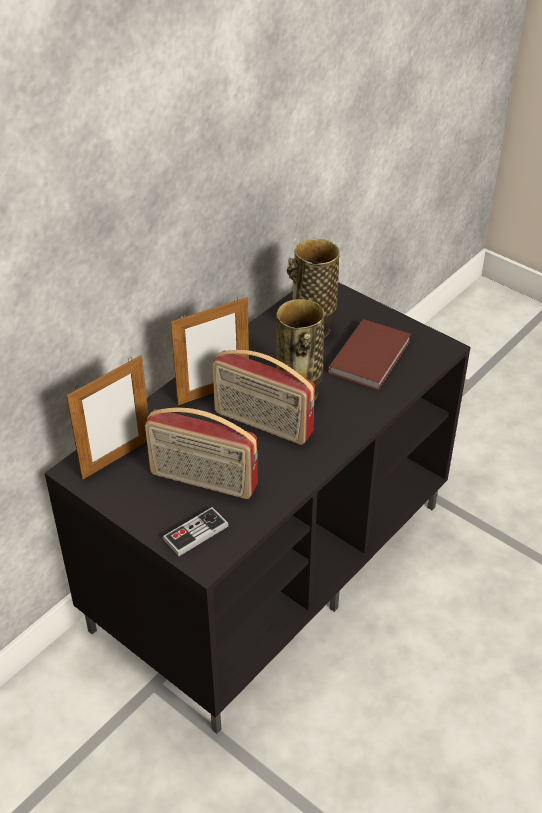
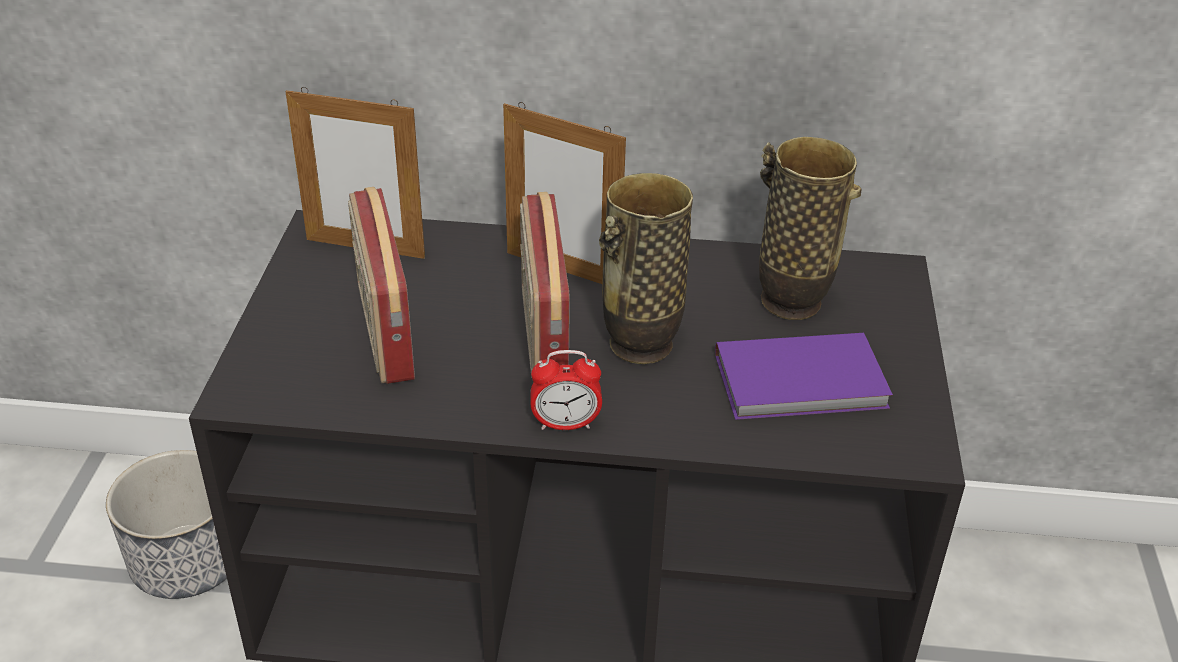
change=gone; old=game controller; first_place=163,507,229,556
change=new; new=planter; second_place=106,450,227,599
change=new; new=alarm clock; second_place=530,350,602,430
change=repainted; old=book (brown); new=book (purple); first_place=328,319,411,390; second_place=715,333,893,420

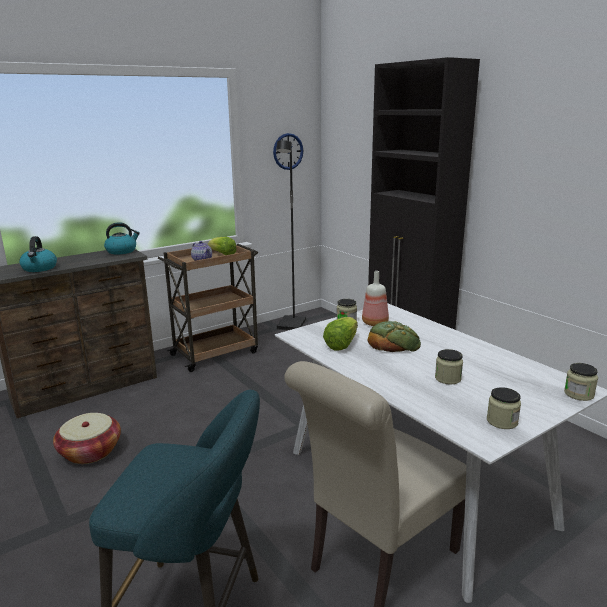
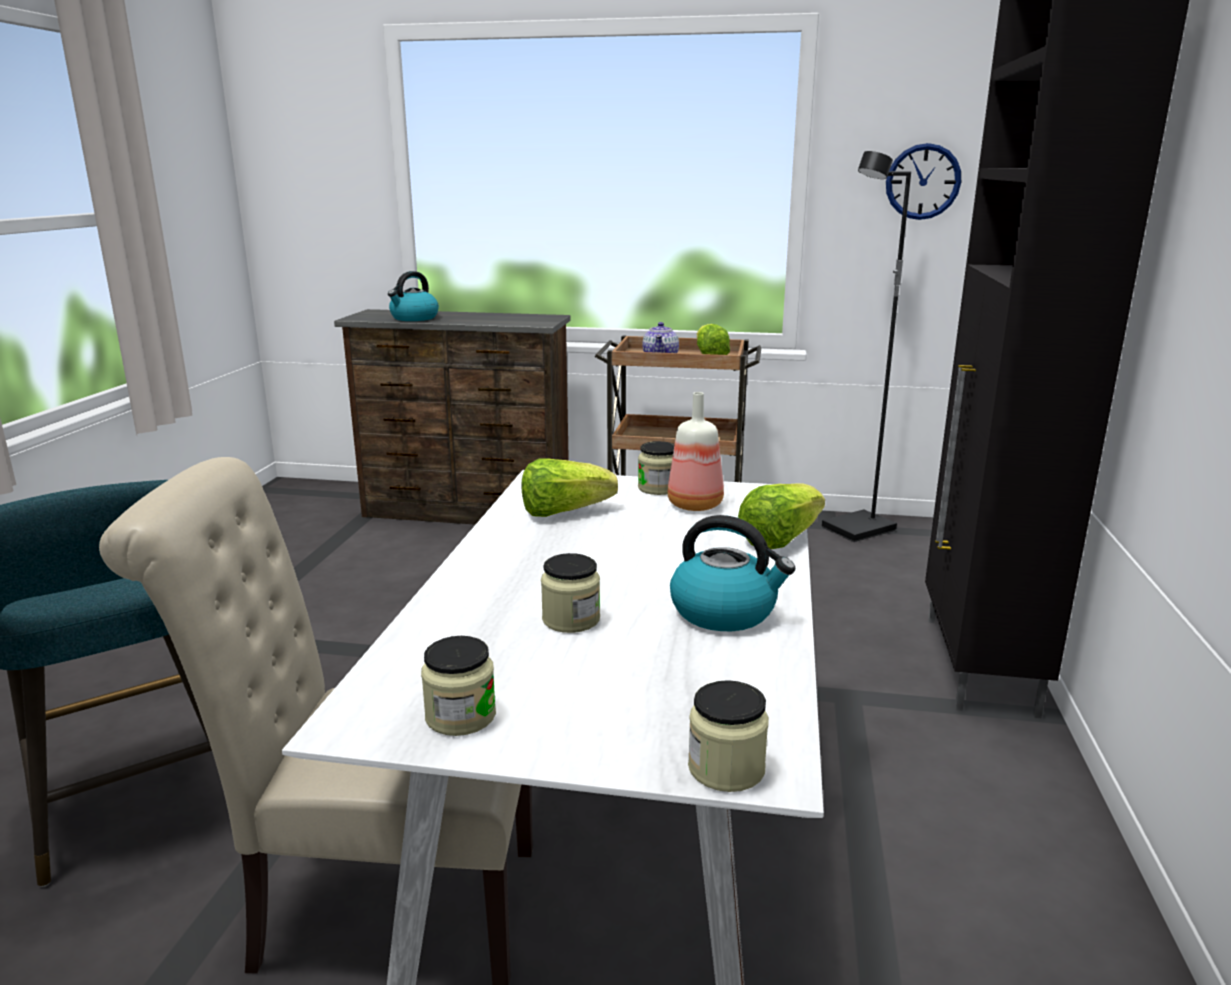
change=gone; old=basket; first_place=53,413,121,464
change=gone; old=bread; first_place=368,321,421,352
change=new; new=lettuce; second_place=738,484,825,549
change=shifted; old=kettle; first_place=104,222,140,254; second_place=670,515,795,631

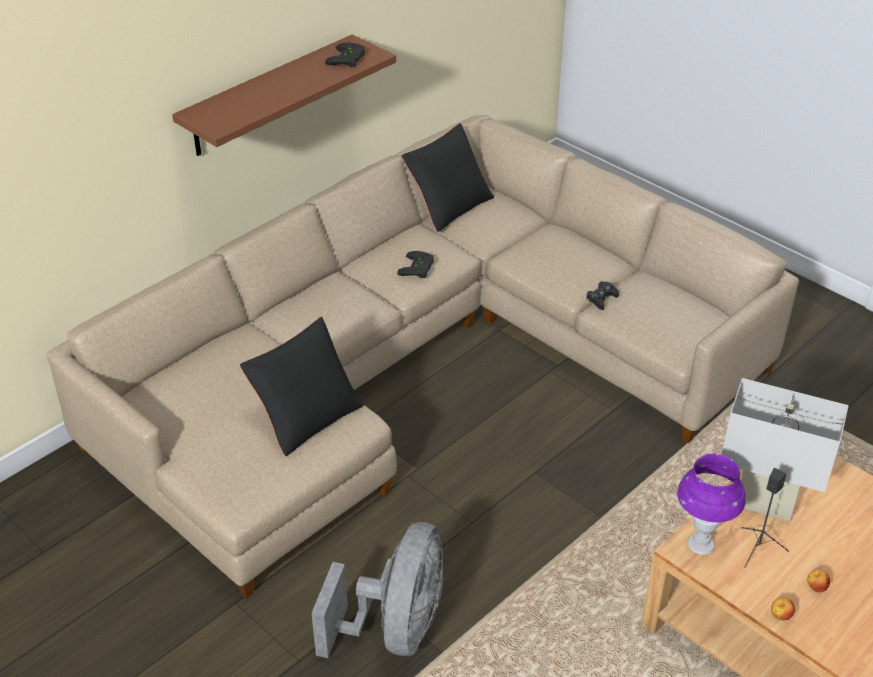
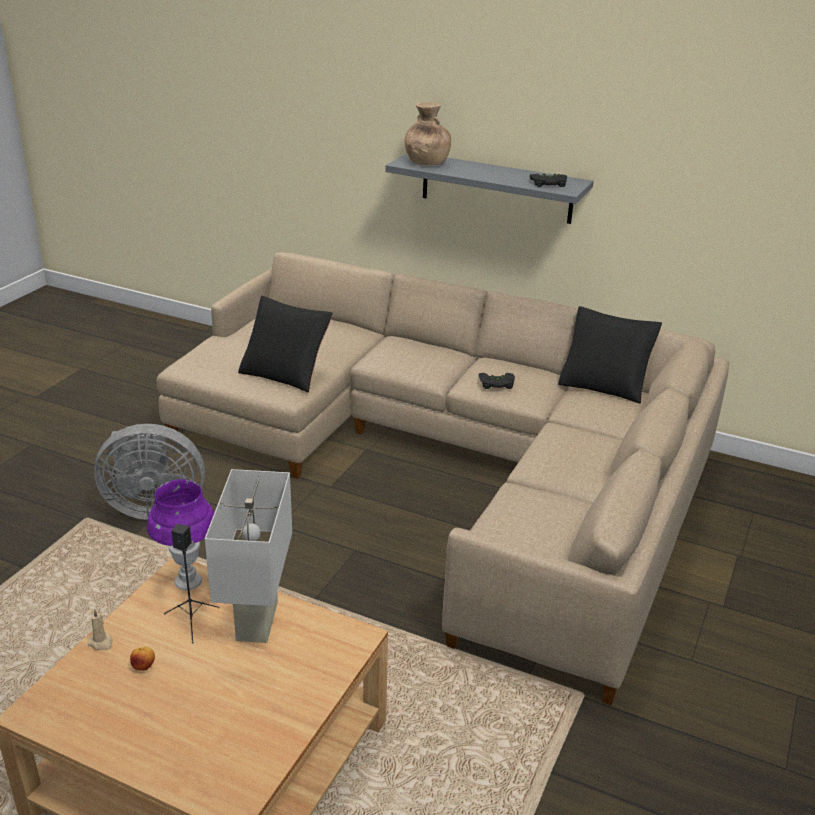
change=gone; old=game controller (black); first_place=586,281,619,310
change=new; new=vase (brown); second_place=405,102,451,165
change=swapped; old=apple; new=candle (beige); first_place=771,597,795,620; second_place=87,609,113,650
change=repainted; old=shelf (brown); new=shelf (grey); first_place=172,35,396,156; second_place=385,153,594,224

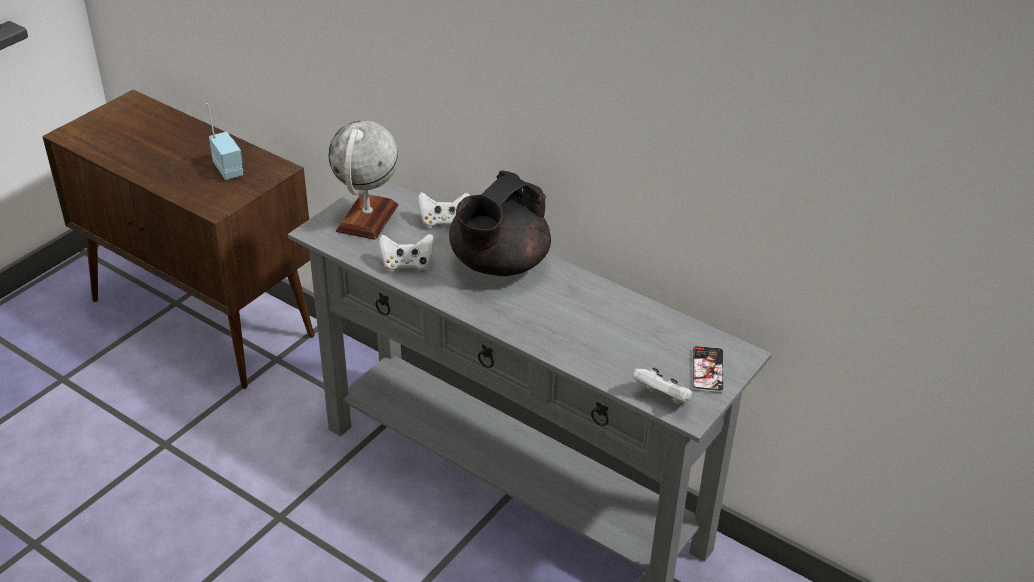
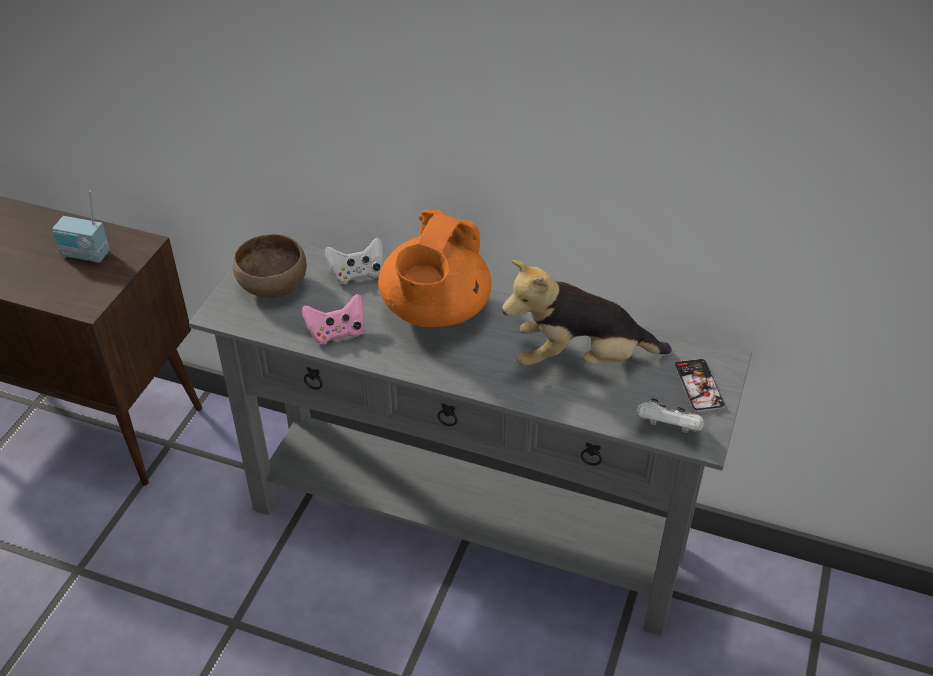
change=new; new=plush toy; second_place=502,260,672,366
change=swapped; old=globe; new=bowl (brown); first_place=328,120,398,240; second_place=233,234,307,298
change=repainted; old=game controller (white); new=game controller (pink); first_place=379,234,434,272; second_place=302,294,365,344
change=repainted; old=teapot (black); new=teapot (orange); first_place=449,171,551,276; second_place=378,210,491,327
change=rotated; old=radio; first_place=207,103,243,180; second_place=52,190,110,263; degrees=150

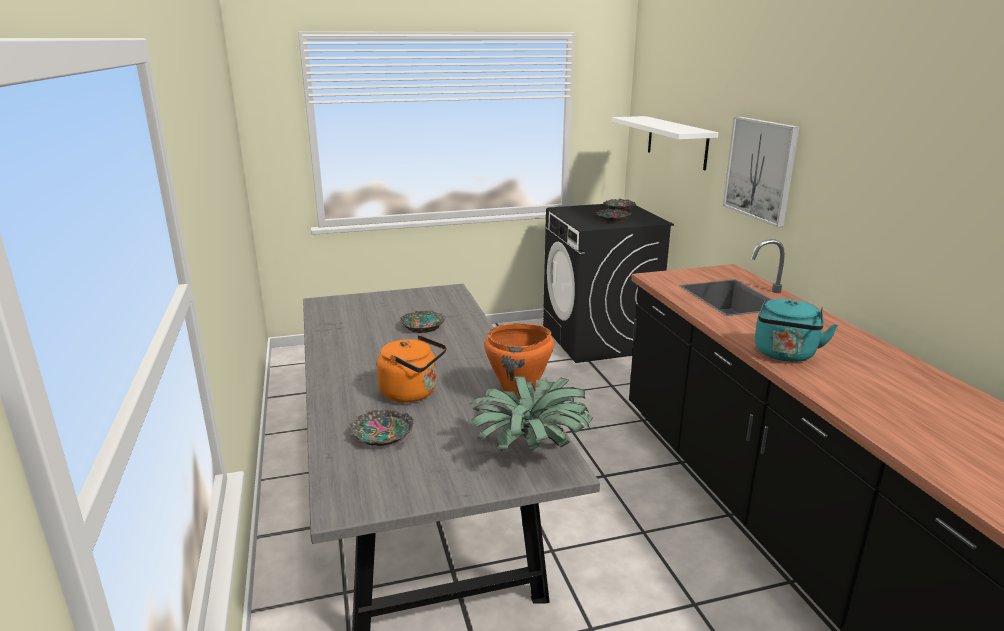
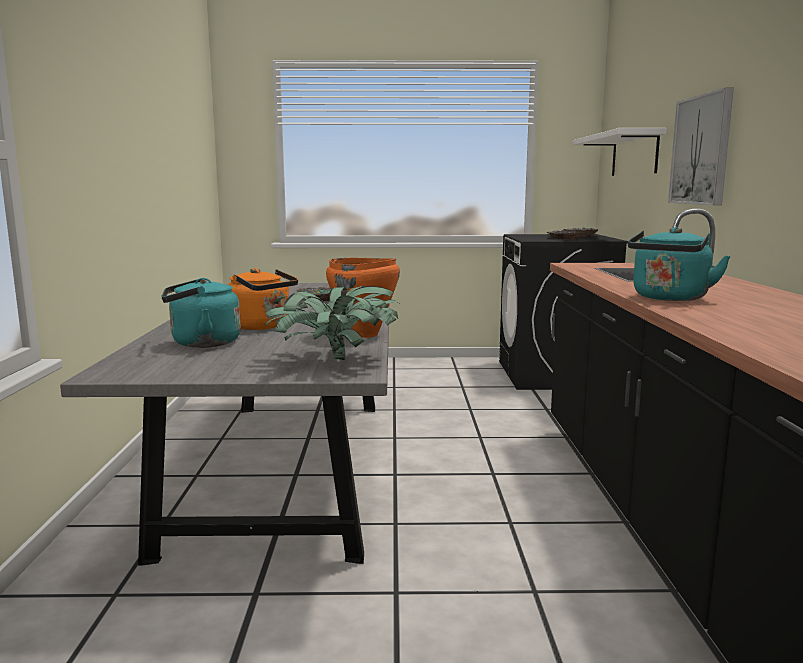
change=swapped; old=bowl; new=kettle (turquoise); first_place=351,409,414,446; second_place=161,278,241,348

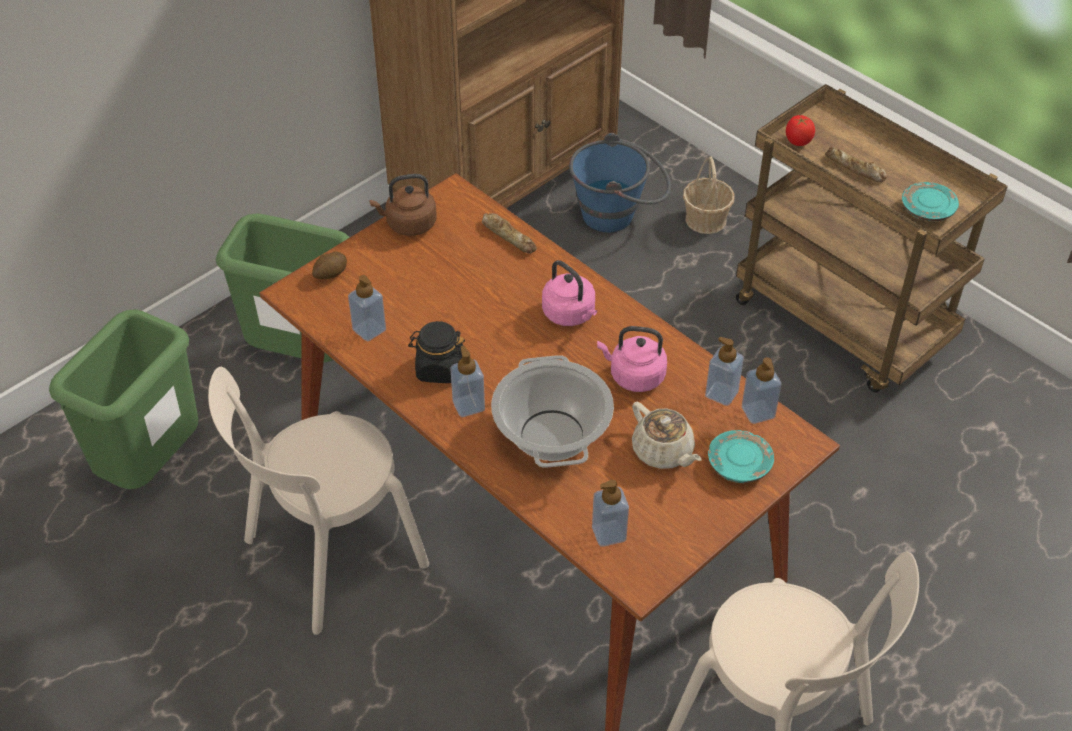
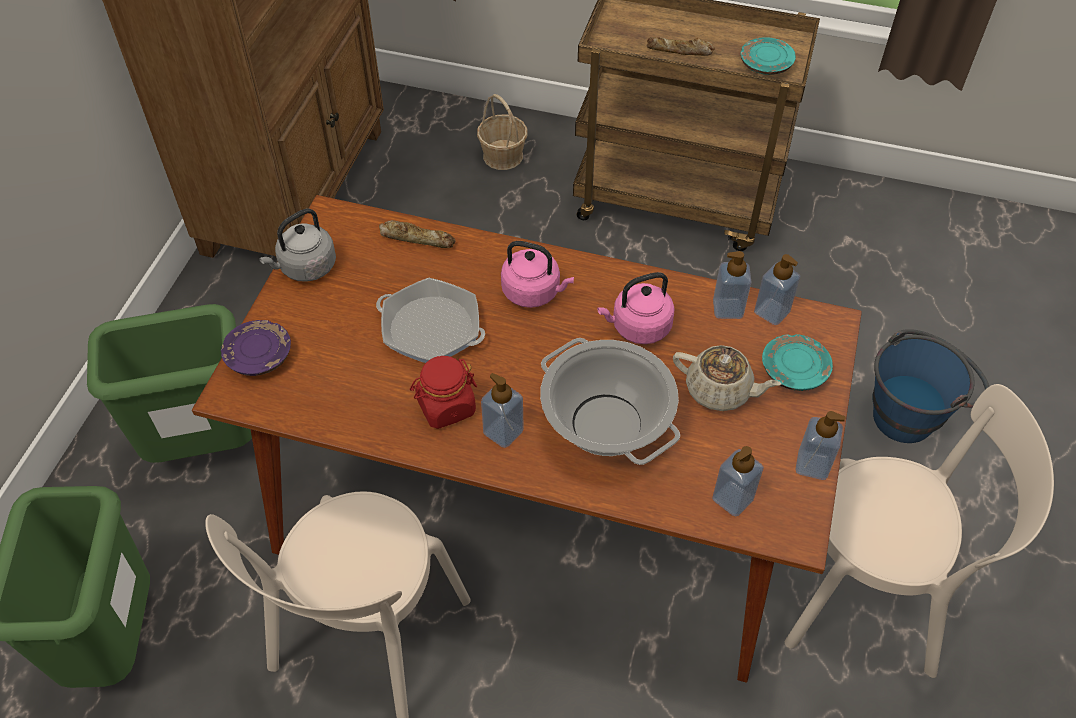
change=gone; old=tomato; first_place=786,115,815,146
change=new; new=frying pan; second_place=376,278,485,363
change=shifted; old=soap dispenser; first_place=348,275,386,341; second_place=795,411,846,480
change=shifted; old=bucket (blue); first_place=569,133,671,233; second_place=873,329,990,443
change=swapped; old=potato; new=plate (purple); first_place=312,251,347,279; second_place=221,320,291,376
change=repainted; old=kettle (brown); new=kettle (grey); first_place=369,174,437,236; second_place=259,209,336,282
change=repainted; old=jar (black); new=jar (red); first_place=408,321,465,383; second_place=410,356,477,429

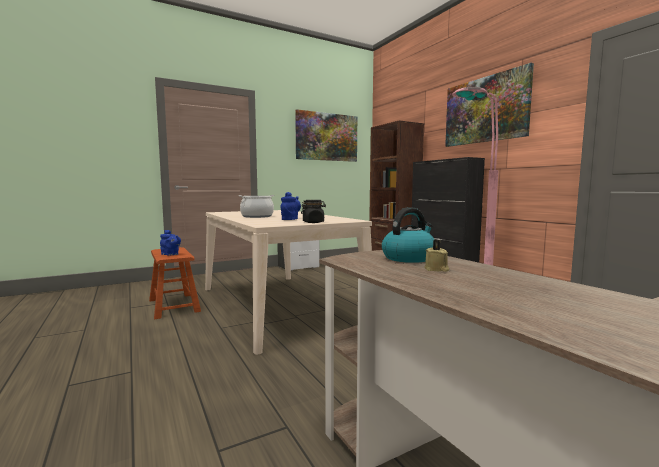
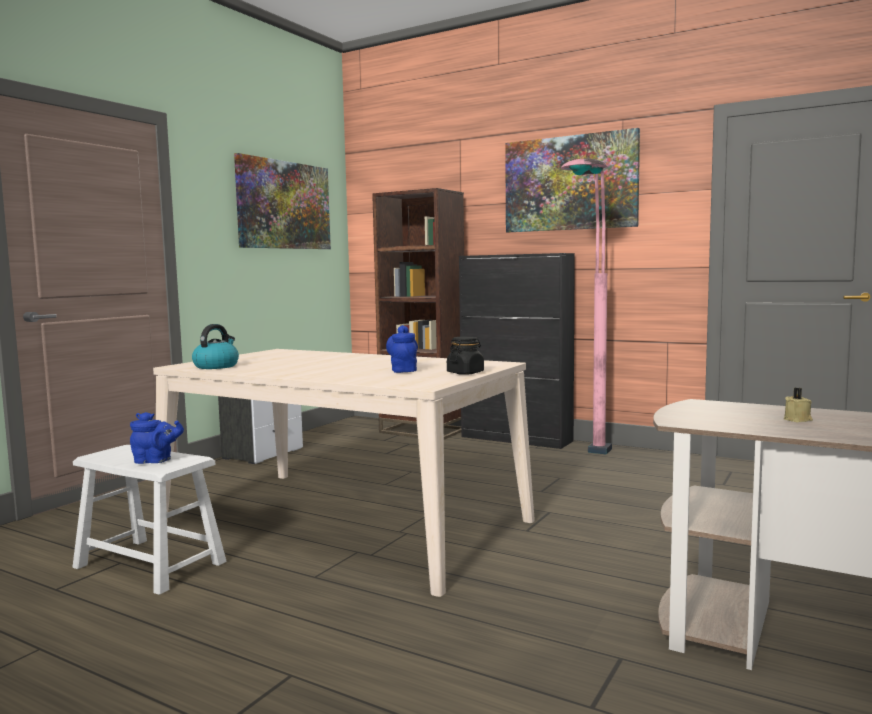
change=gone; old=cooking pot; first_place=239,195,274,218
change=shifted; old=kettle; first_place=382,207,435,263; second_place=192,324,239,369
change=repainted; old=stool (brown); new=stool (white); first_place=149,247,201,319; second_place=72,445,227,595

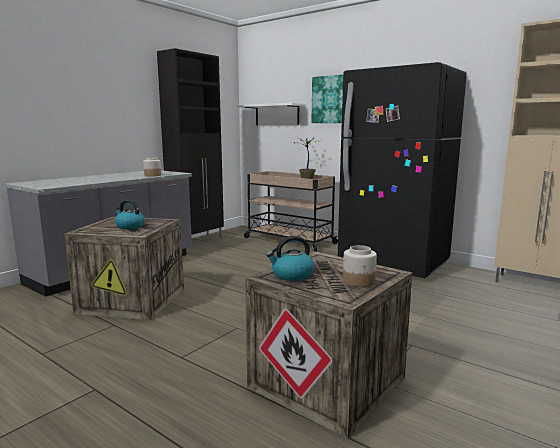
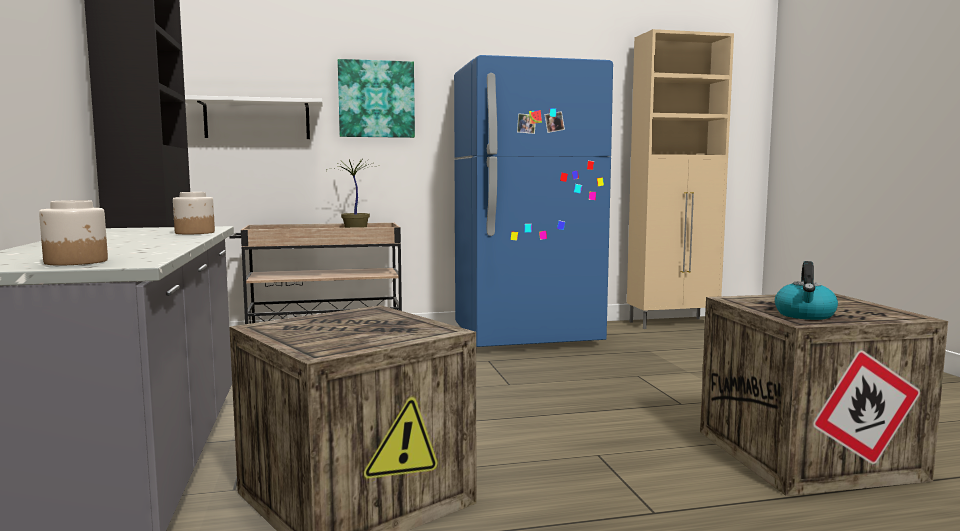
change=gone; old=kettle; first_place=115,200,145,229
change=shifted; old=jar; first_place=343,245,377,287; second_place=39,200,108,265
change=repainted; old=fridge (black); new=fridge (blue); first_place=338,62,467,278; second_place=454,55,613,347

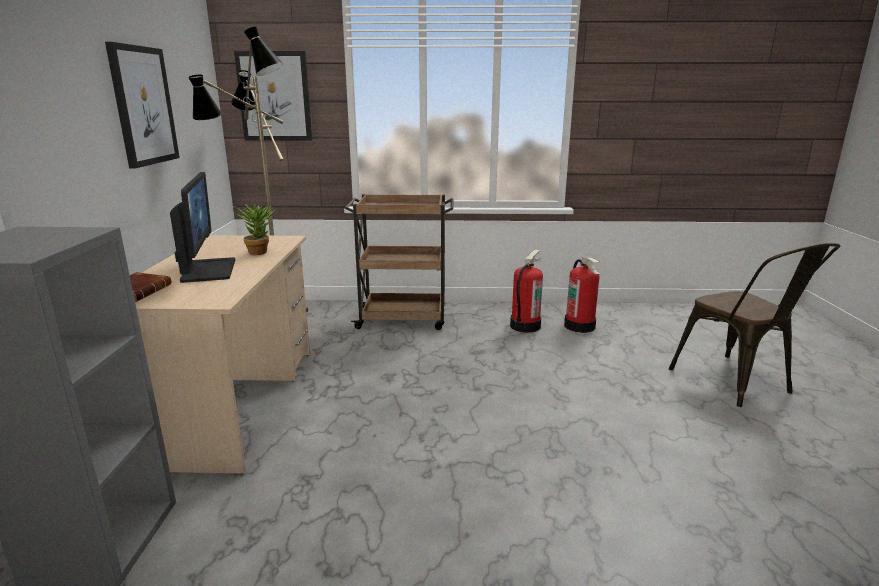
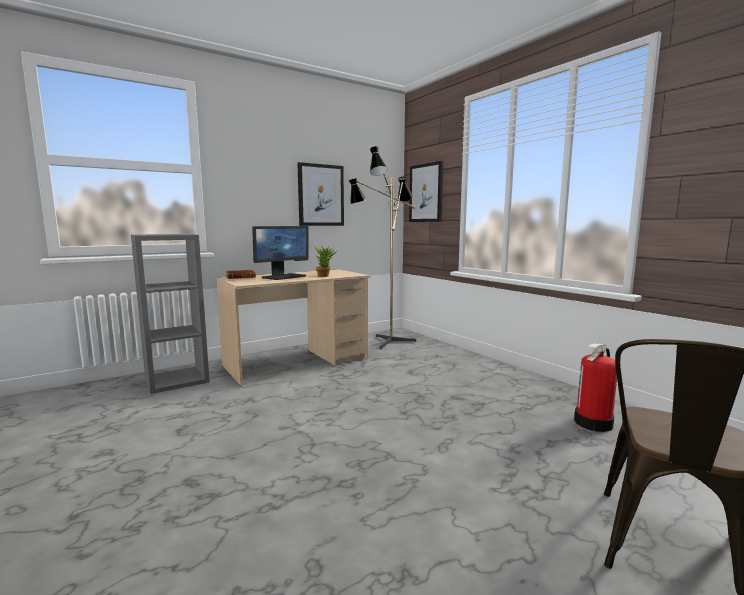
change=gone; old=cart (brown); first_place=345,194,453,330
change=gone; old=fire extinguisher; first_place=510,249,543,333

